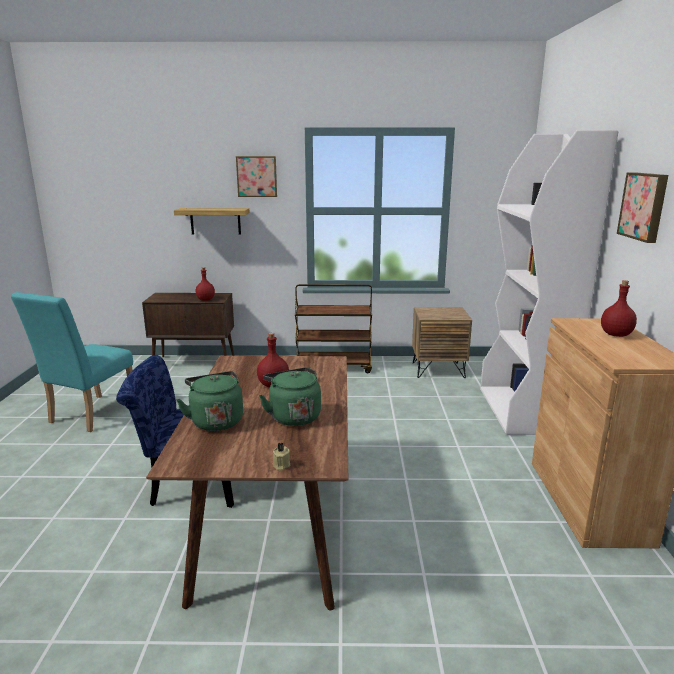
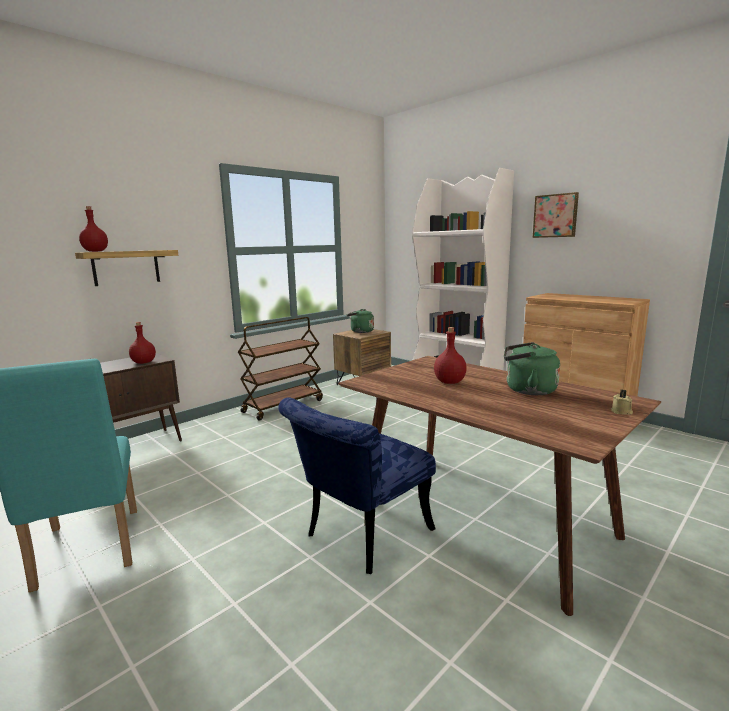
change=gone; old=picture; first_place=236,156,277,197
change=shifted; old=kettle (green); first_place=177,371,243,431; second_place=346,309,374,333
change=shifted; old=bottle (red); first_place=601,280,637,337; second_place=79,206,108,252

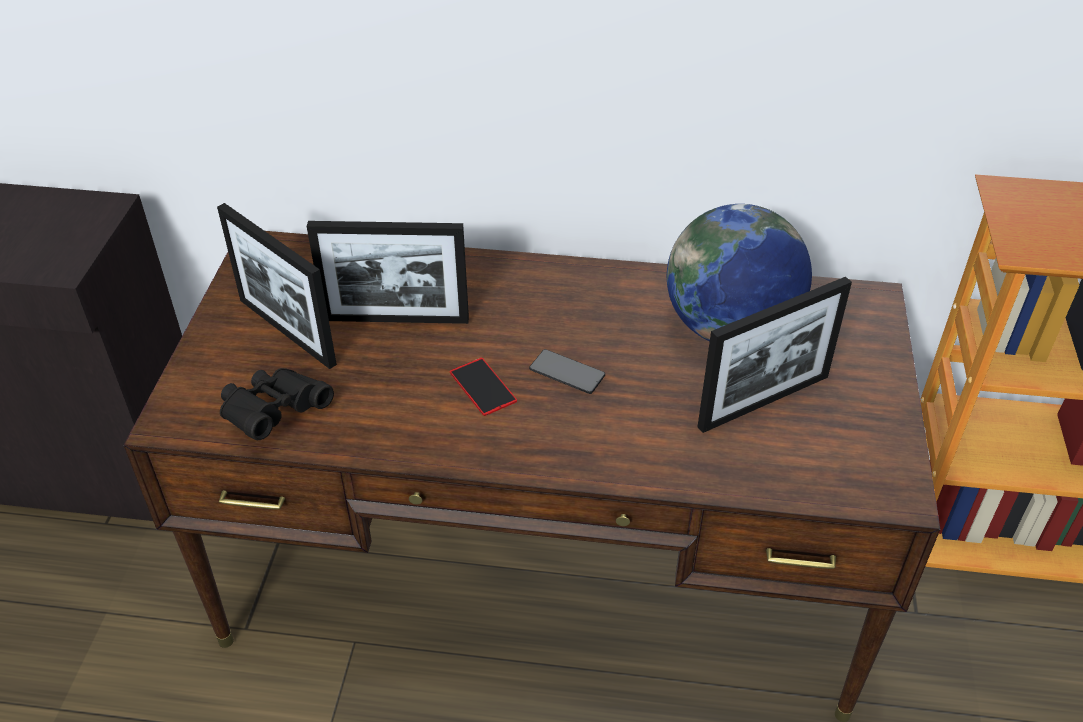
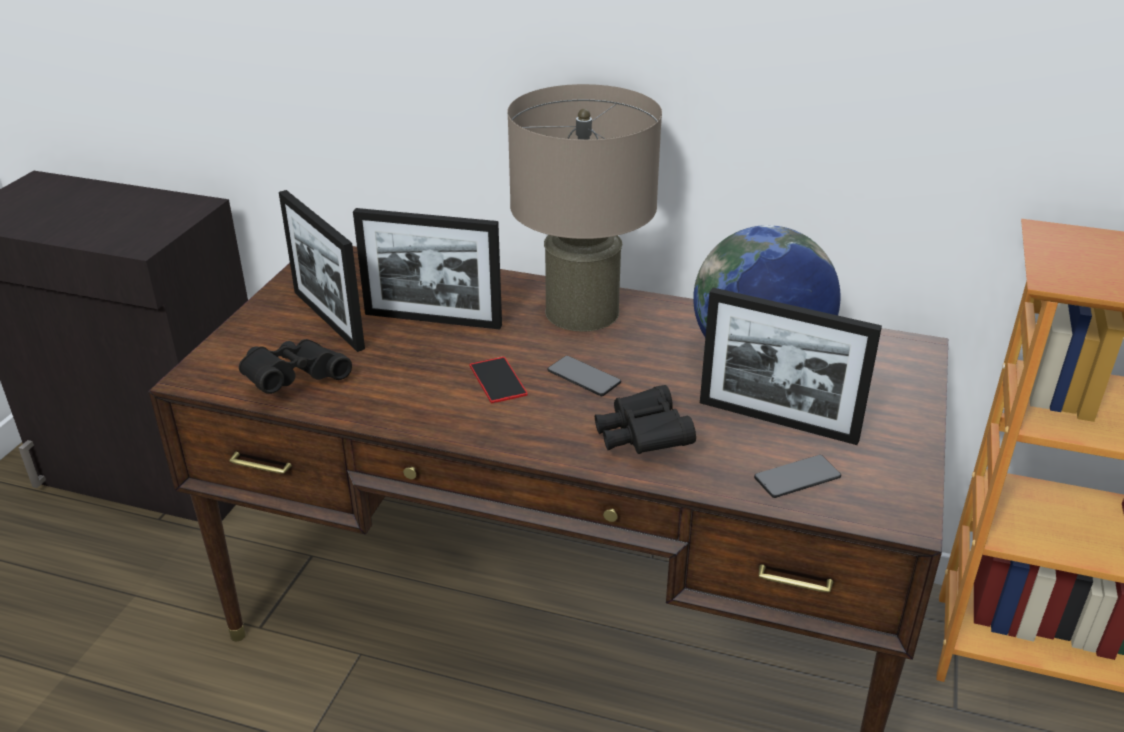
change=new; new=table lamp (beige); second_place=507,84,662,332
change=new; new=binoculars (black); second_place=595,385,696,454
change=new; new=phone; second_place=754,455,841,498
change=rotated; old=picture frame; first_place=697,277,852,433; second_place=700,288,882,445; degrees=45

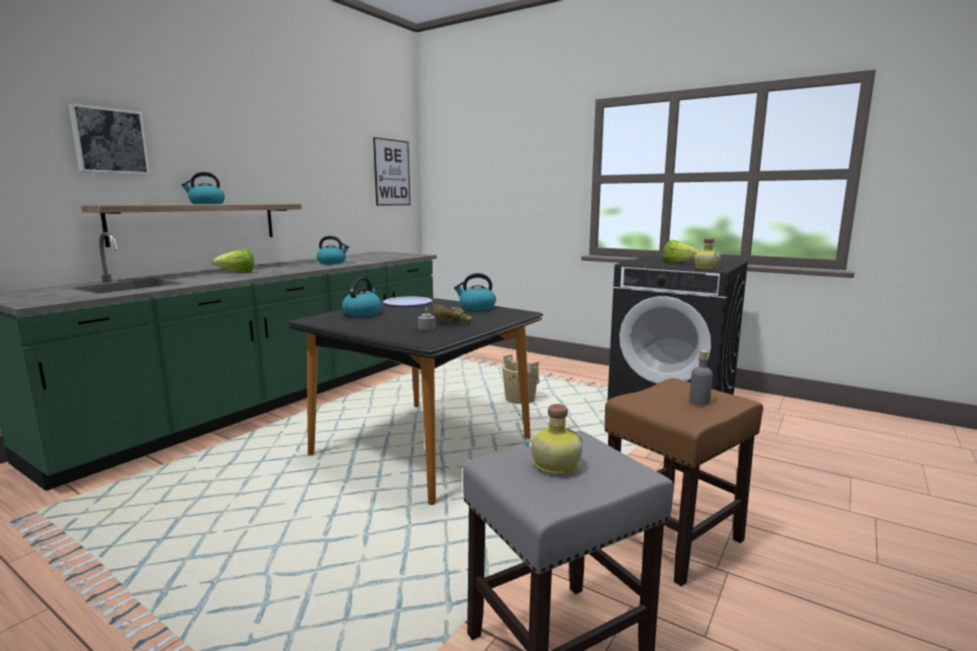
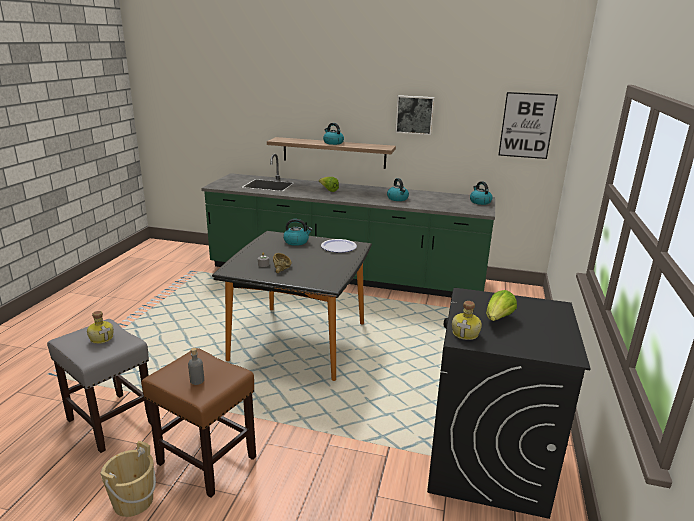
change=shifted; old=picture; first_place=68,104,150,174; second_place=395,95,435,135
change=shifted; old=kettle; first_place=454,273,496,311; second_place=470,181,493,205
change=shifted; old=bucket (beige); first_place=502,354,539,404; second_place=100,441,156,517

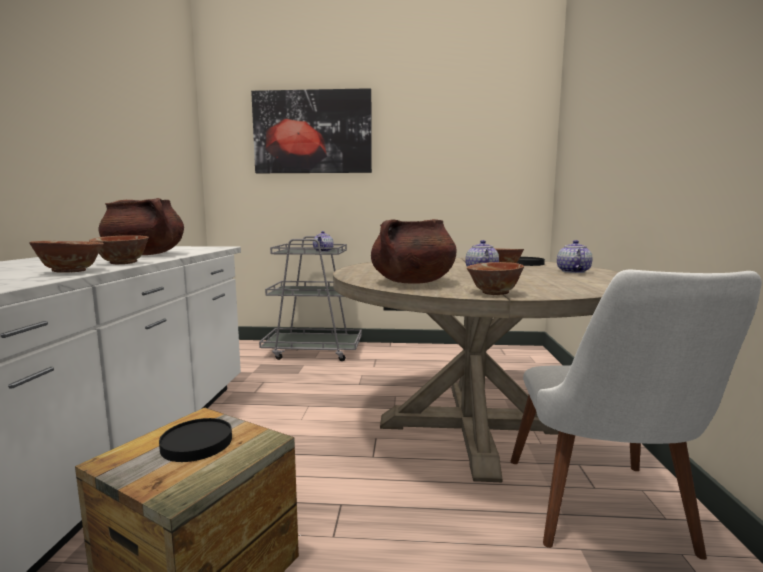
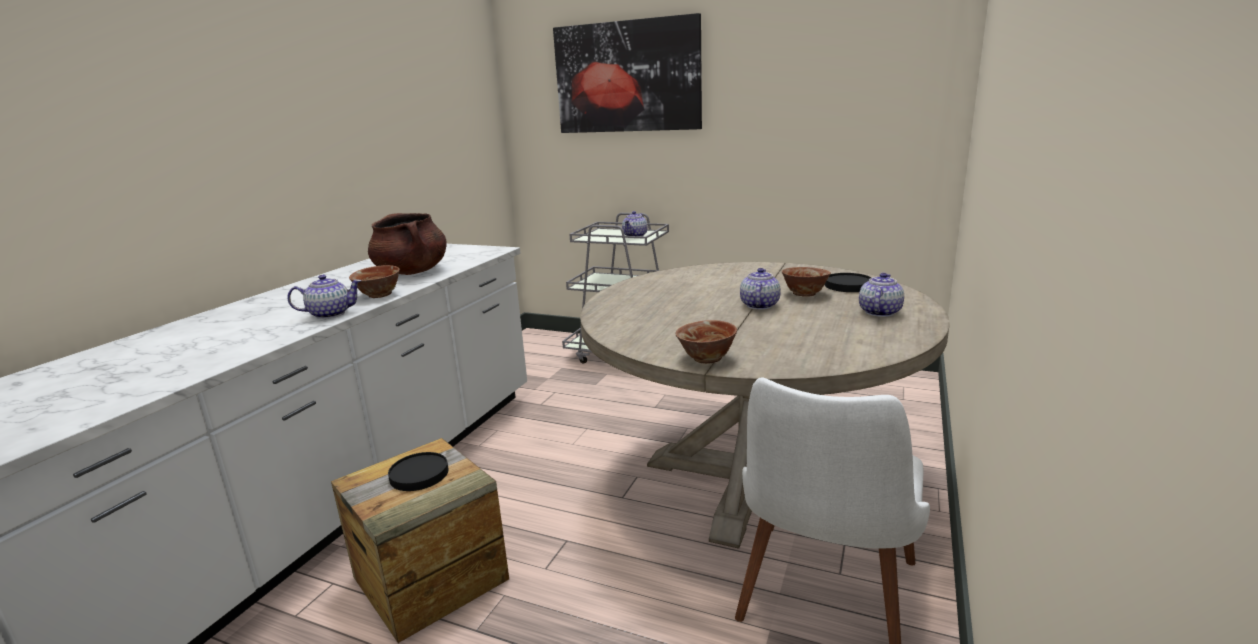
change=gone; old=cooking pot (brown); first_place=371,219,457,283
change=swapped; old=bowl; new=teapot; first_place=29,241,104,272; second_place=287,275,362,319

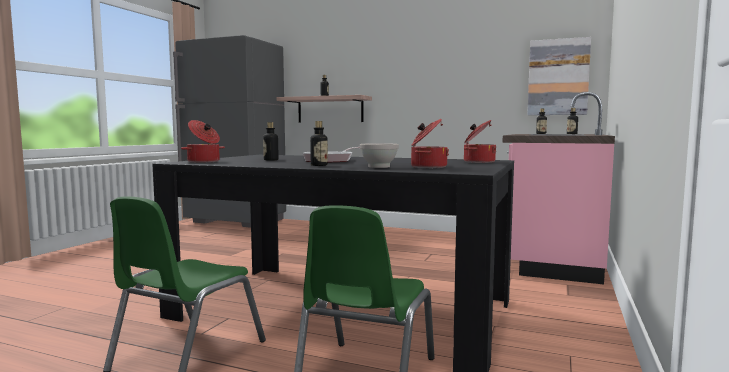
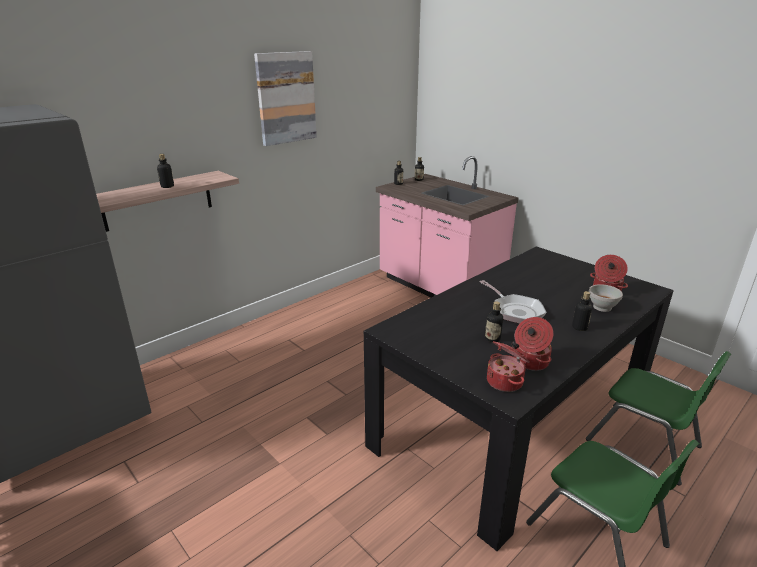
change=shifted; old=cooking pot; first_place=464,120,496,163; second_place=514,317,553,371
change=shifted; old=picture; first_place=527,37,591,115; second_place=254,51,317,146

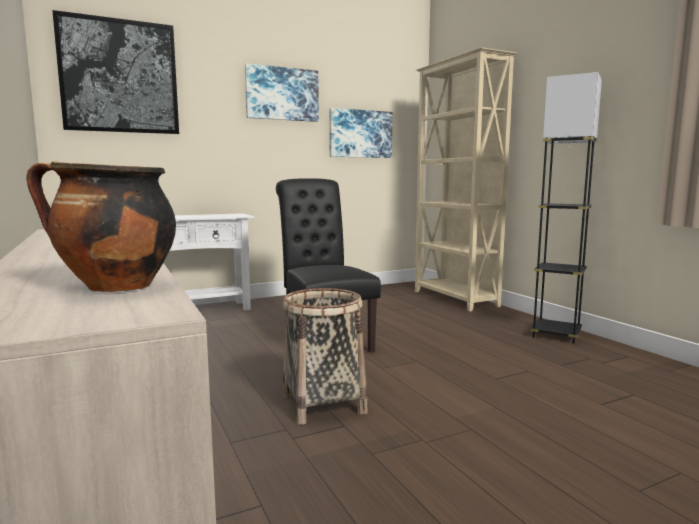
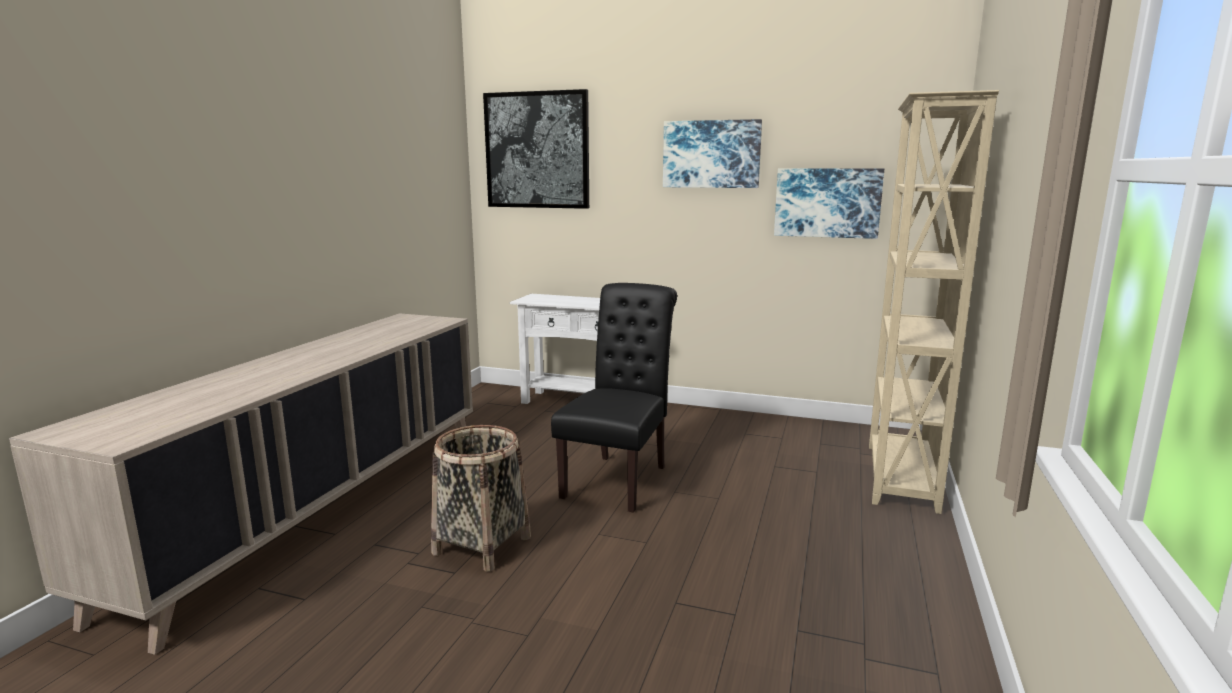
change=gone; old=cooking pot; first_place=26,161,176,292
change=gone; old=floor lamp (black); first_place=530,72,602,344

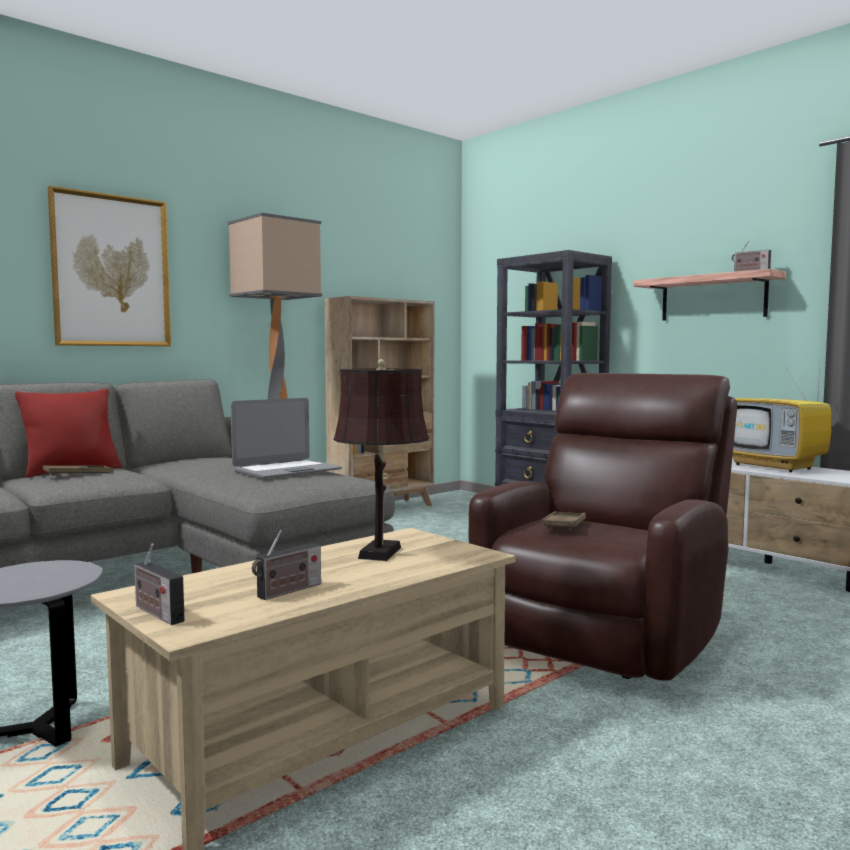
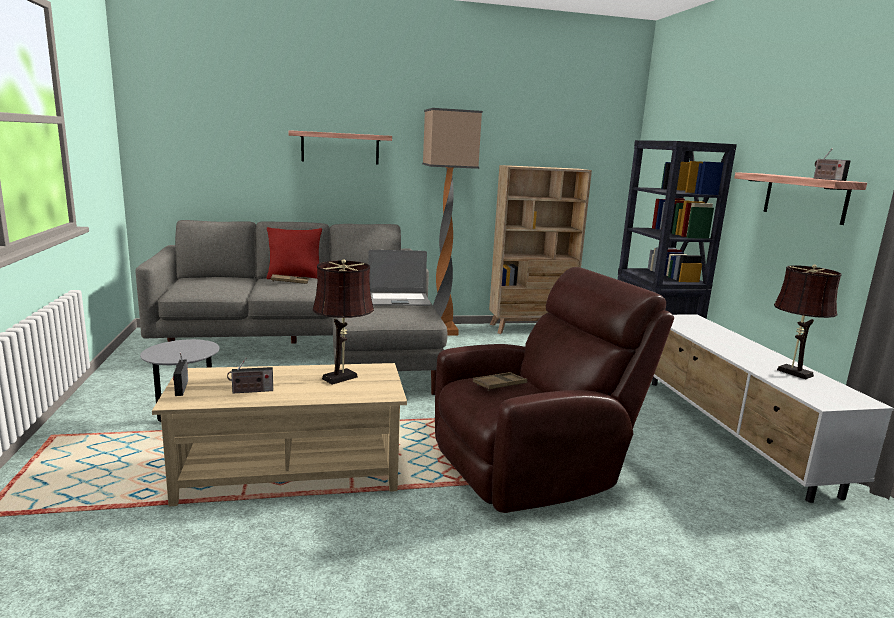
change=swapped; old=picture; new=shelf; first_place=48,186,171,346; second_place=288,130,392,165
change=swapped; old=television; new=table lamp (brown); first_place=733,362,832,472; second_place=774,264,842,379

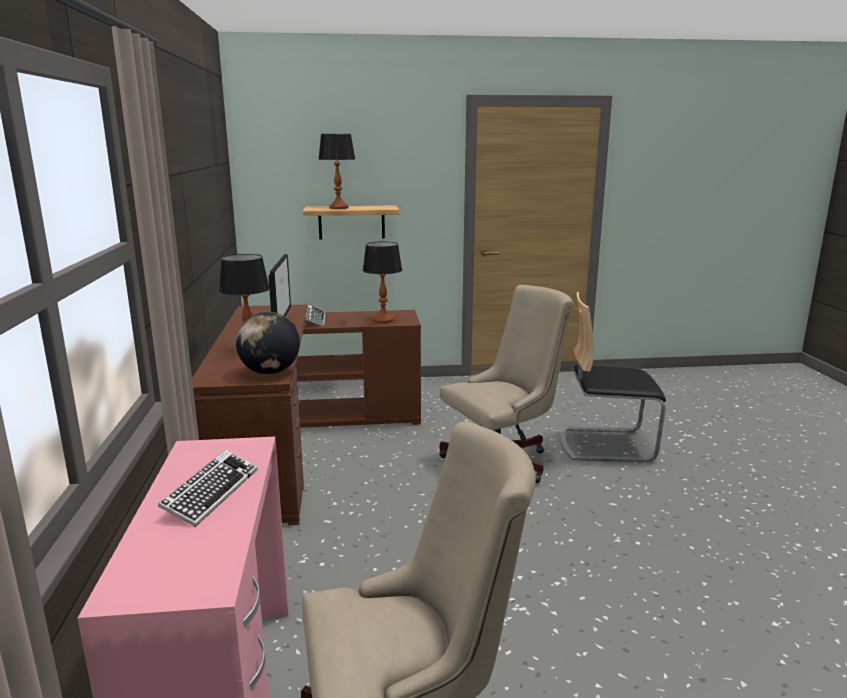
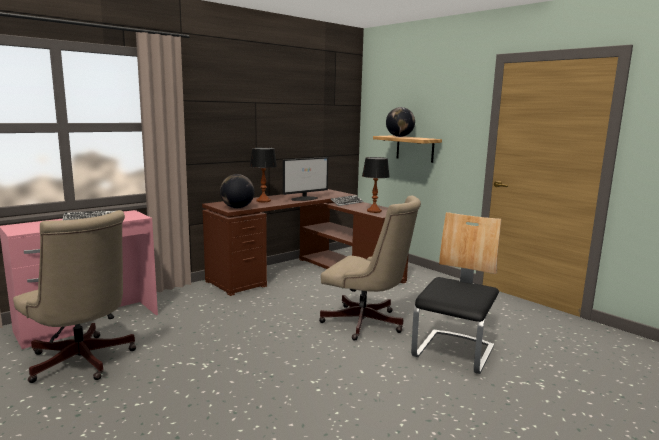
change=swapped; old=table lamp; new=globe; first_place=318,134,355,209; second_place=386,107,415,137
change=rotated; old=chair; first_place=560,292,666,462; second_place=411,212,501,374; degrees=60

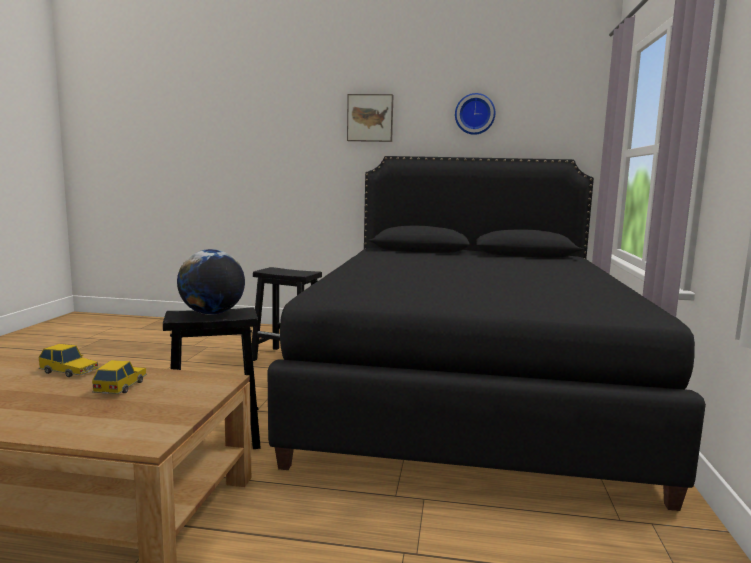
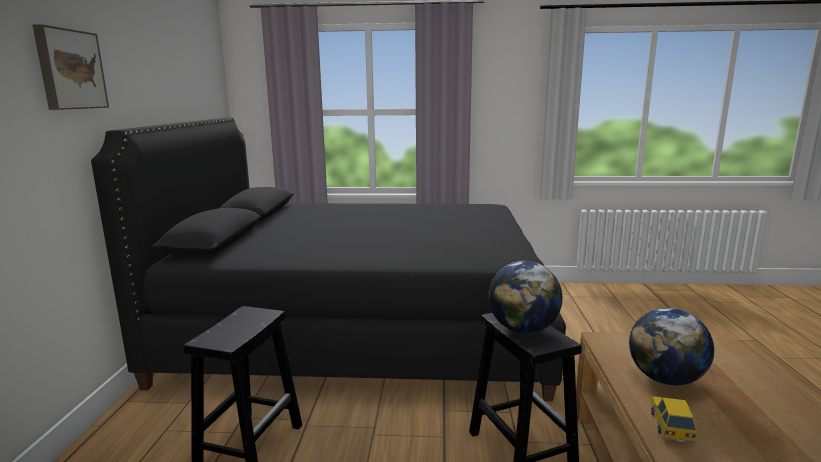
change=gone; old=wall clock; first_place=455,93,495,135
change=swapped; old=toy car; new=globe; first_place=92,360,147,394; second_place=629,308,714,385

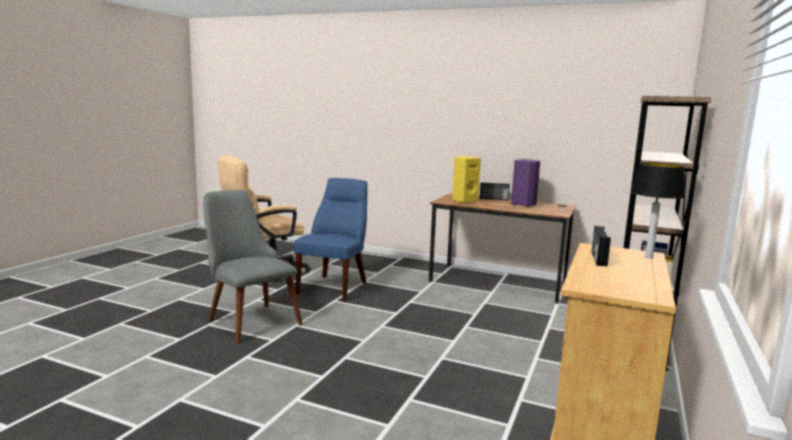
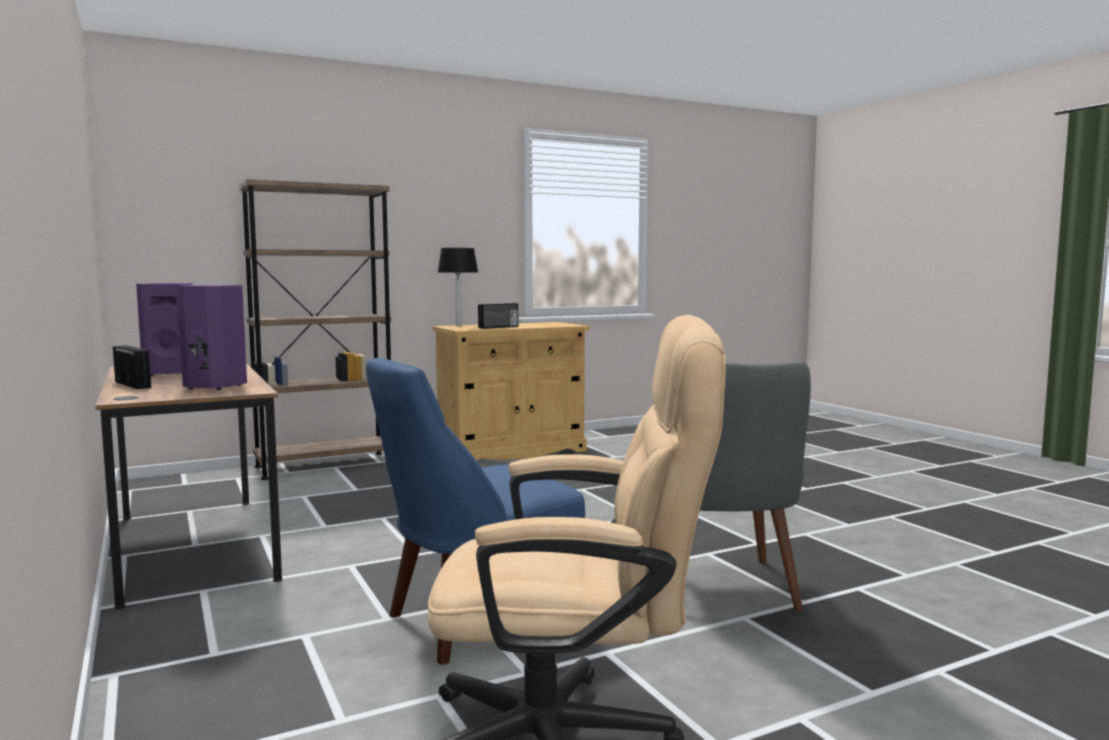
change=repainted; old=speaker (yellow); new=speaker (purple); first_place=452,156,481,203; second_place=177,285,247,390

